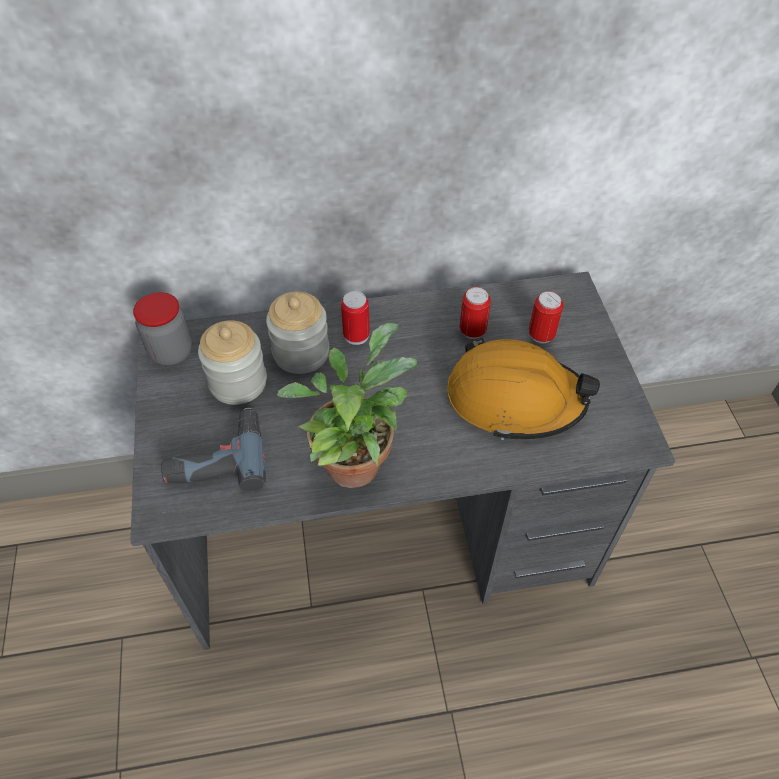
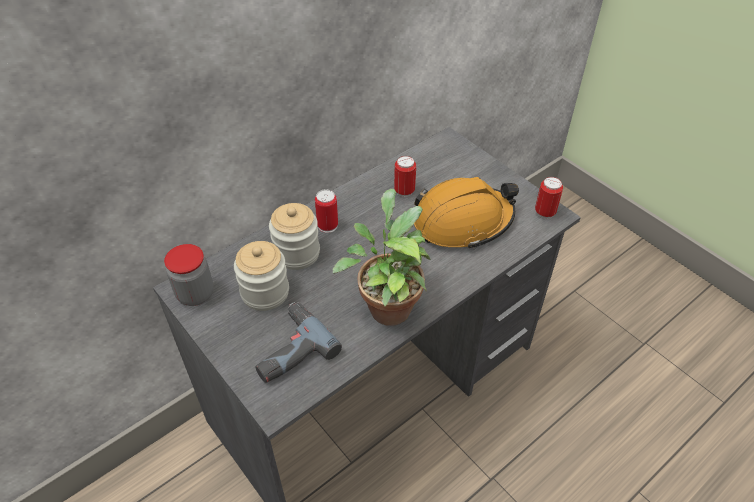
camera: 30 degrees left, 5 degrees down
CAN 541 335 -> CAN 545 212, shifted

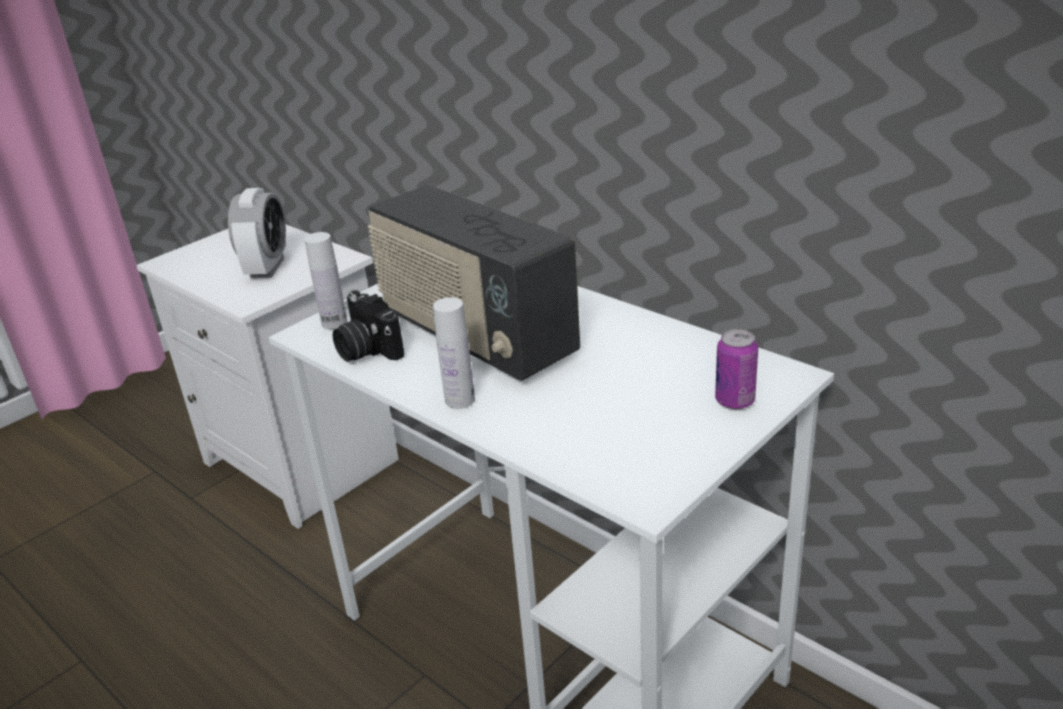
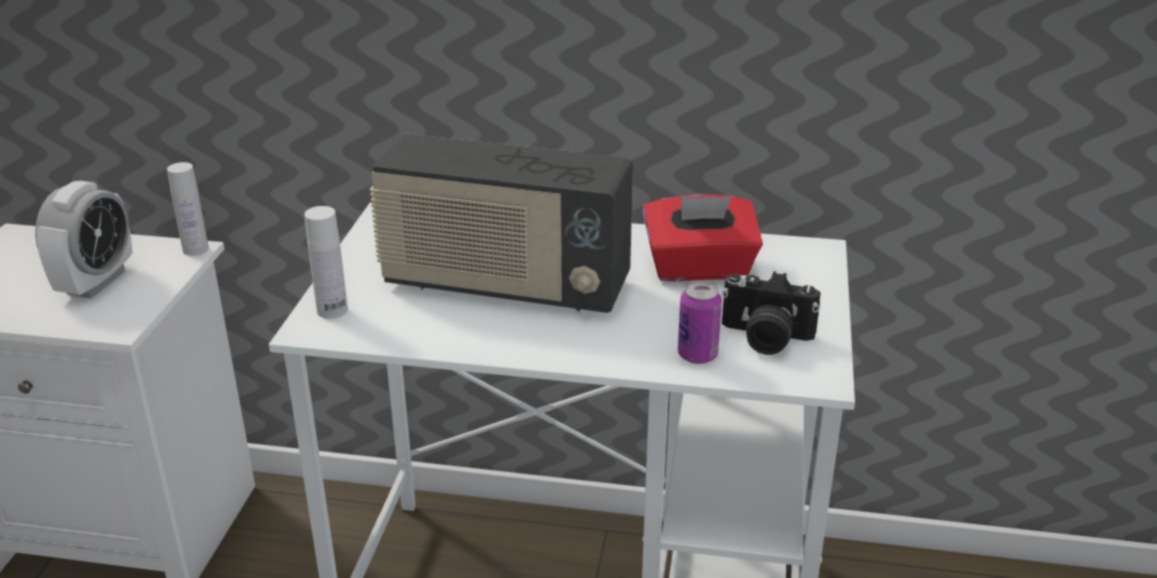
camera: 35 degrees left, 0 degrees up
BEDSIDE CLOCK 267 268 -> BEDSIDE CLOCK 96 282, 45 degrees clockwise
STILL CAMERA 366 350 -> STILL CAMERA 765 338, shifted
WHITISH BEVERAGE BOTTLE 460 400 -> WHITISH BEVERAGE BOTTLE 195 249, shifted
CAN 734 401 -> CAN 697 355, shifted
none -> RED BOX OF TISSUES 699 269

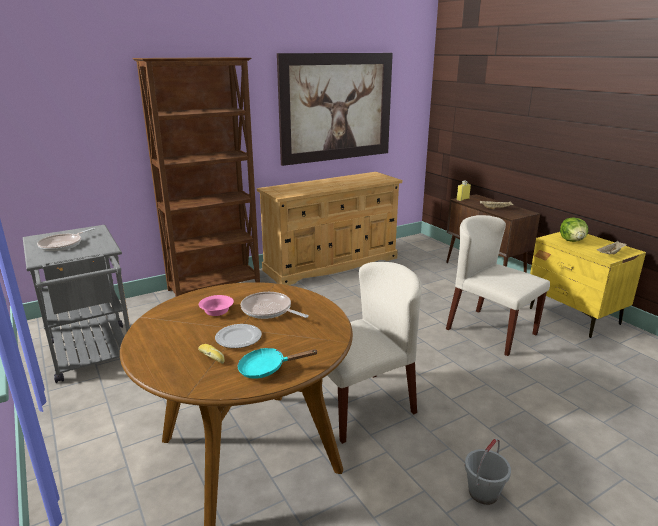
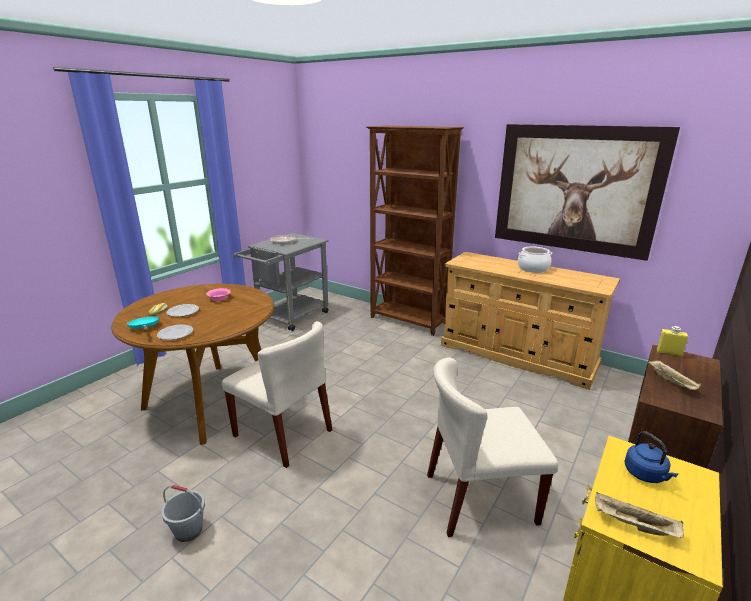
camera: 65 degrees right, 0 degrees up
BEIGE-COLOURED PLAIN CHAIR 490 331 -> BEIGE-COLOURED PLAIN CHAIR 479 499, 120 degrees counterclockwise
HEAD OF LETTUCE 572 241 -> BLUE WATER KETTLE 646 475
FRYING PAN 269 310 -> none
none -> COOKING POT 533 268
none -> DINNER PLATE 175 334

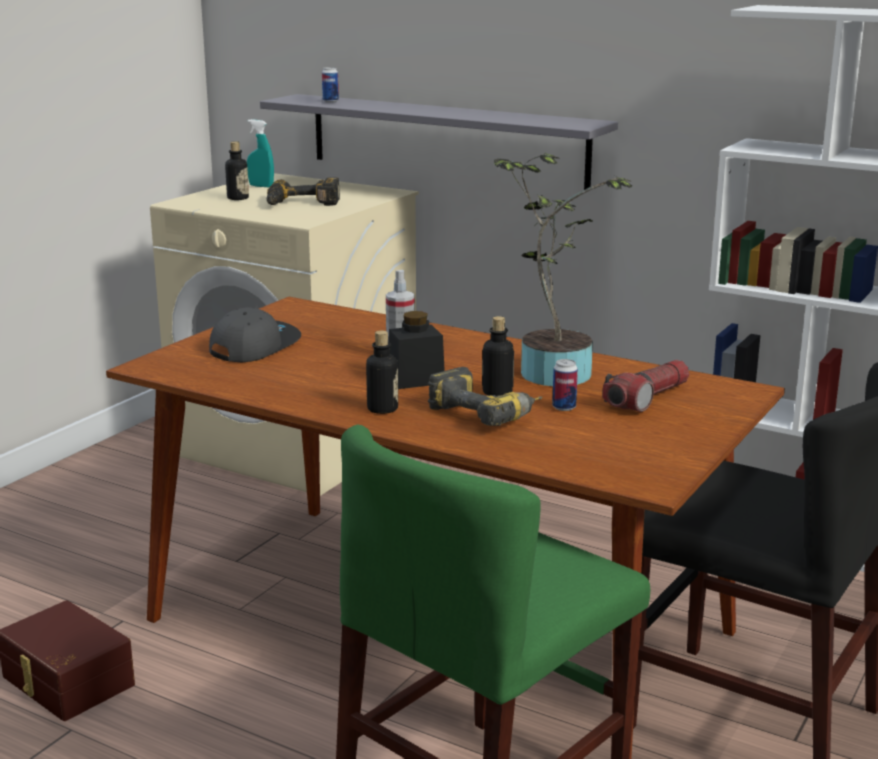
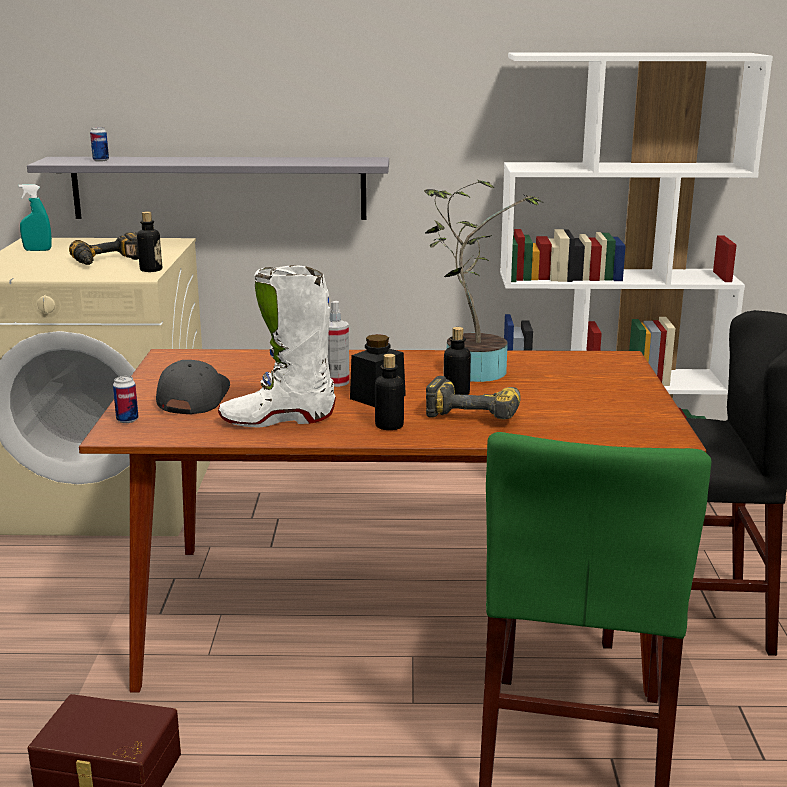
camera: 30 degrees left, 0 degrees up
BEVERAGE BOTTLE 238 198 -> BEVERAGE BOTTLE 151 270, shifted
CAN 564 407 -> CAN 127 420, shifted
HAND TORCH 647 398 -> none
none -> WHITISH BOOT 277 419

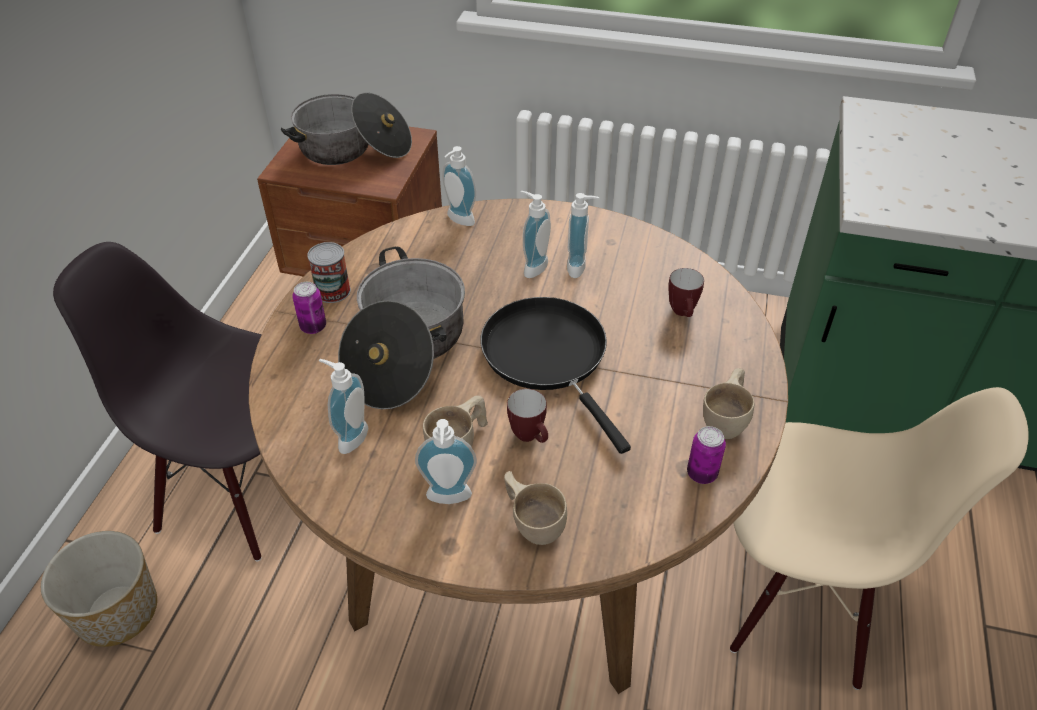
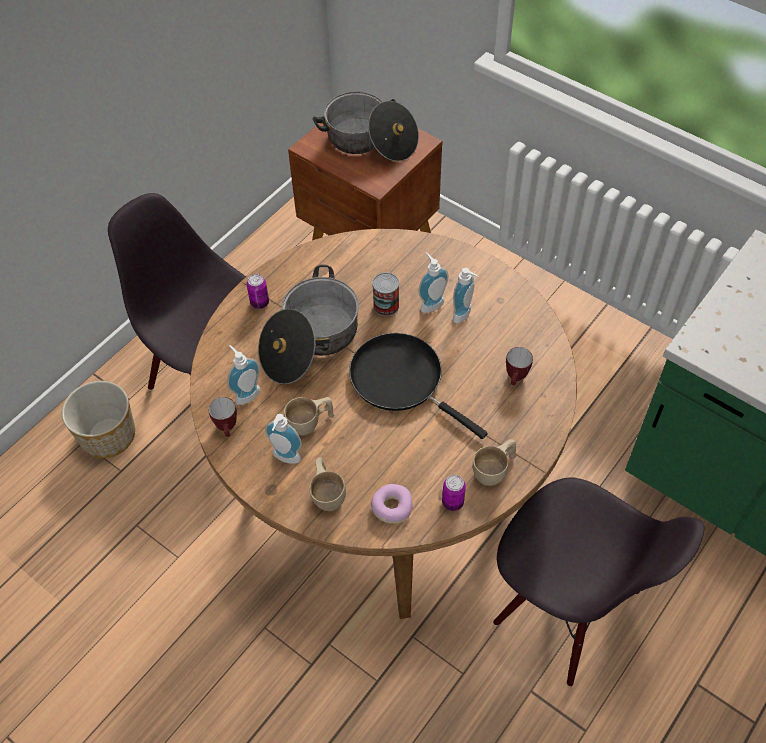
camera: 25 degrees right, 10 degrees up
LIQUID SOAP BOTTLE 458 221 -> none
CAN 333 291 -> CAN 386 306, shifted
BLACKISH FRYING PAN 549 357 -> BLACKISH FRYING PAN 402 380, 45 degrees counterclockwise
BEIGE-COLOURED PLAIN CHAIR 800 601 -> BLACKISH PLAIN CHAIR 565 609
TEA MUG 530 437 -> TEA MUG 227 429, shifted
none -> DOUGHNUT 391 507

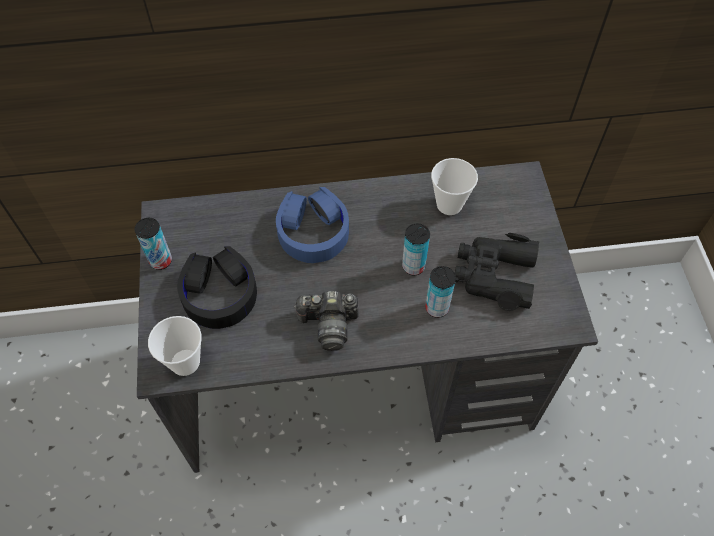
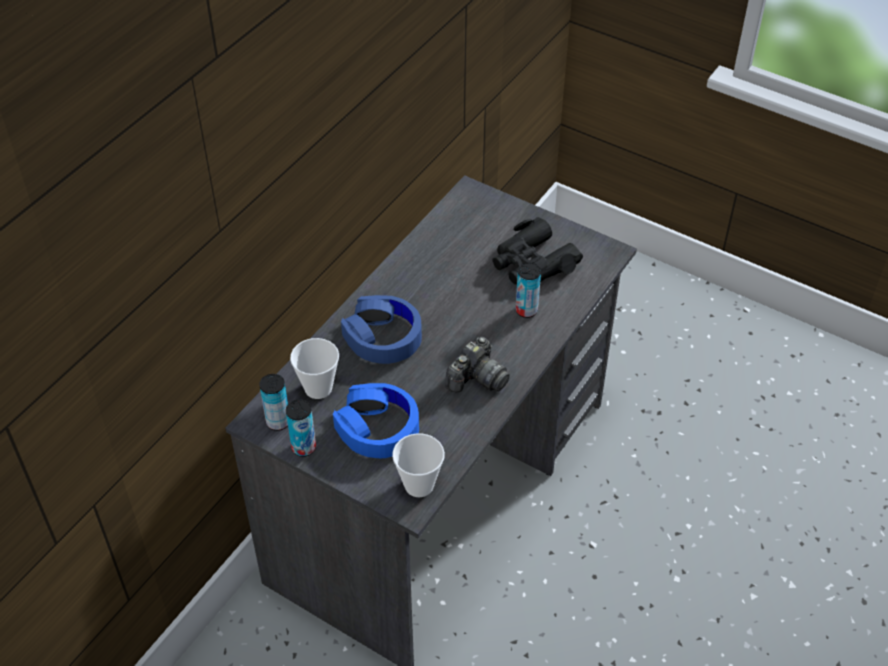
camera: 50 degrees left, 10 degrees down
SMALL CUP 449 204 -> SMALL CUP 318 388, shifted
CAN 413 266 -> CAN 278 422, shifted
BLACKISH HEADPHONES 219 293 -> BLUE HEADPHONES 378 428

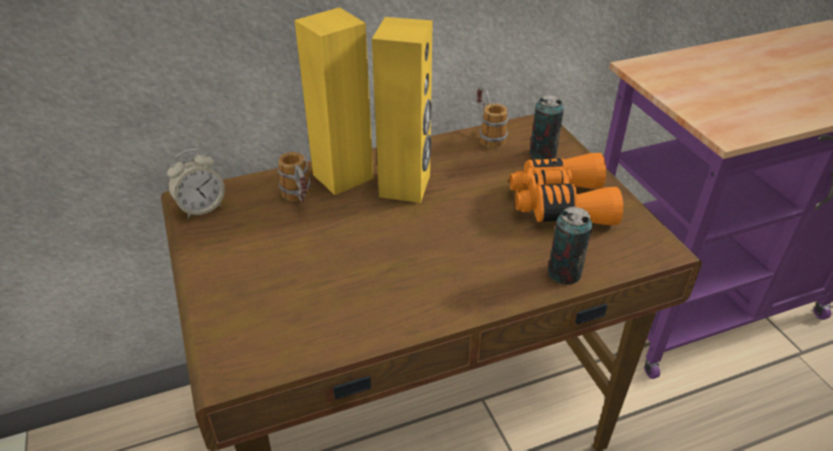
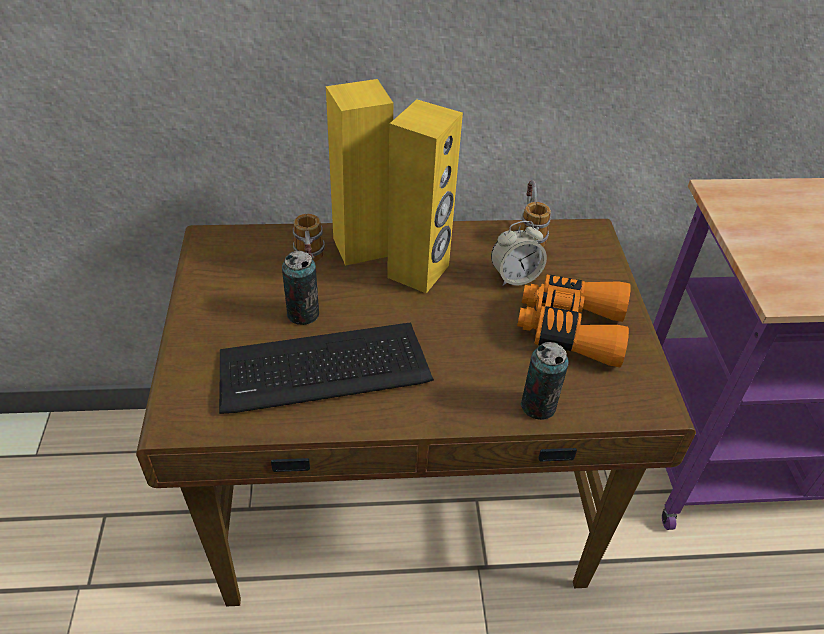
camera: 15 degrees right, 5 degrees up
CAN 542 154 -> CAN 303 314, shifted
BEDSIDE CLOCK 201 207 -> BEDSIDE CLOCK 515 277, shifted
none -> KEYBOARD 323 369

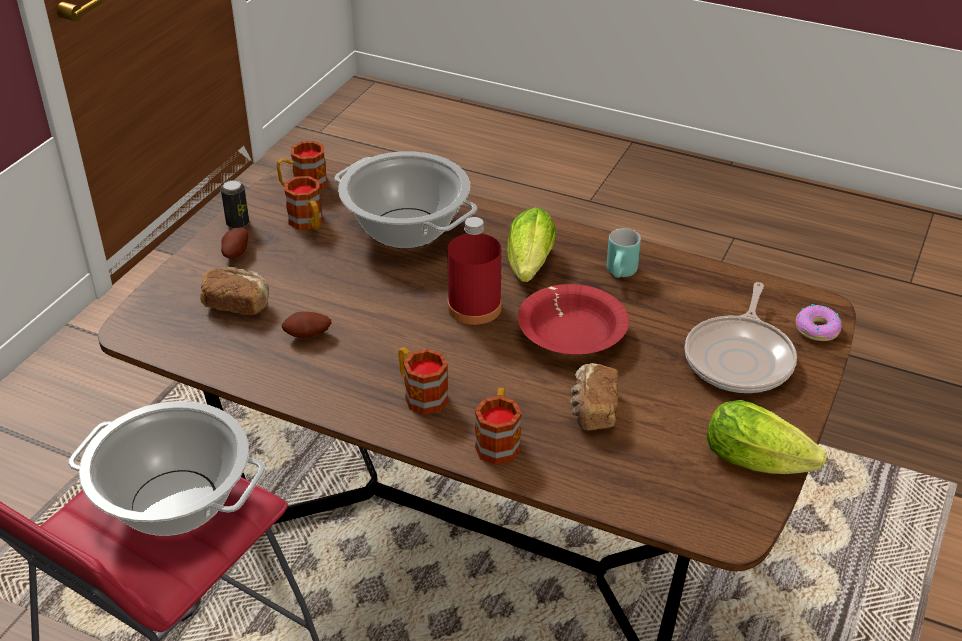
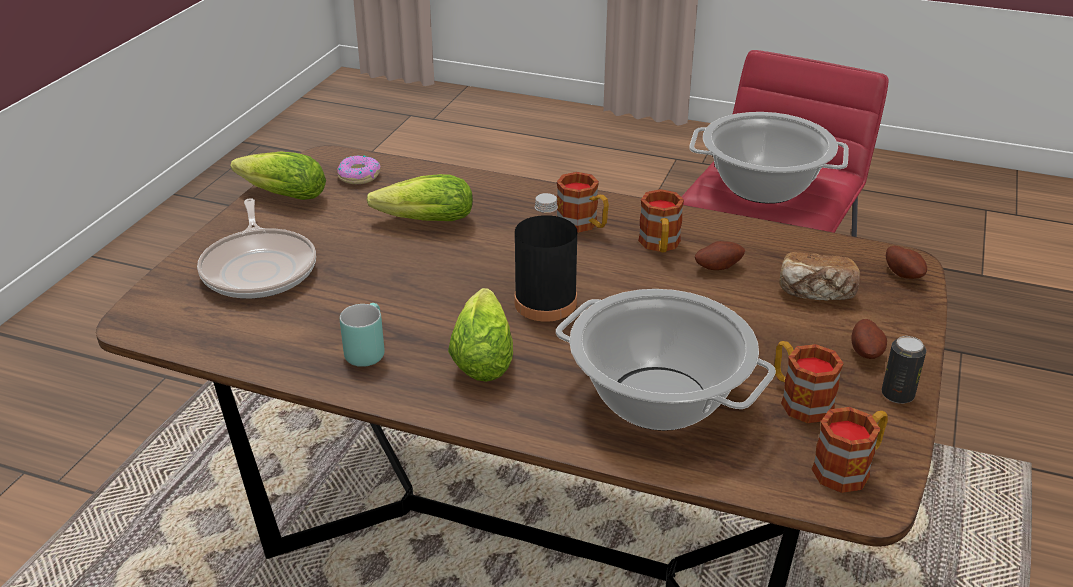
camera: 175 degrees right, 5 degrees down
RED BEVERAGE BOTTLE 474 307 -> BLACKISH BEVERAGE BOTTLE 545 303
FRYING PAN 740 358 -> FRYING PAN 259 268, 150 degrees clockwise
RED BOWL 572 334 -> none
DOUGHNUT 817 329 -> DOUGHNUT 359 176, shifted
BREAD 592 410 -> HEAD OF LETTUCE 421 221
TEA MUG 498 441 -> TEA MUG 660 245, shifted
none -> POTATO 904 274

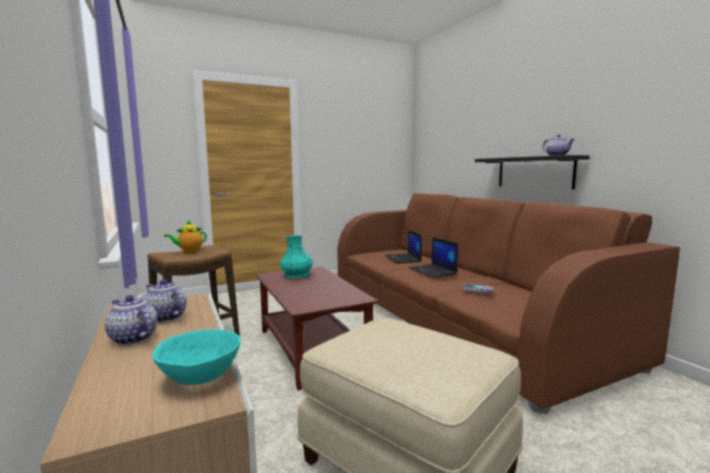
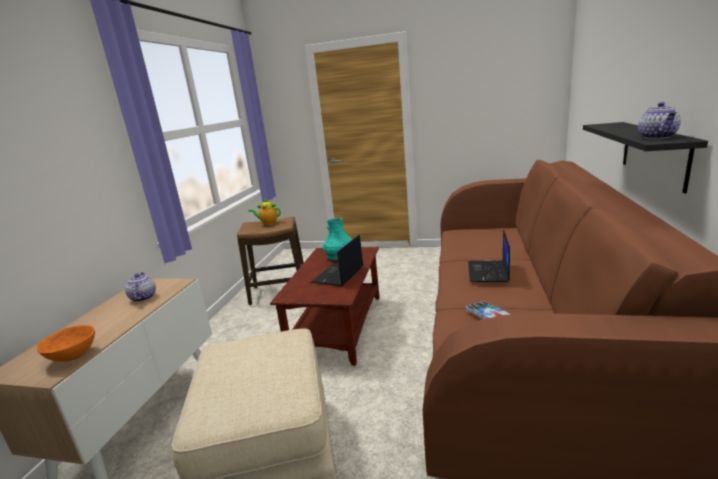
camera: 40 degrees right, 10 degrees up
PORTABLE COMPUTER 403 259 -> PORTABLE COMPUTER 338 275, shifted
POT FOR TEA 132 338 -> none
BLUE-GREEN BOWL 200 378 -> ORANGE BOWL 74 356

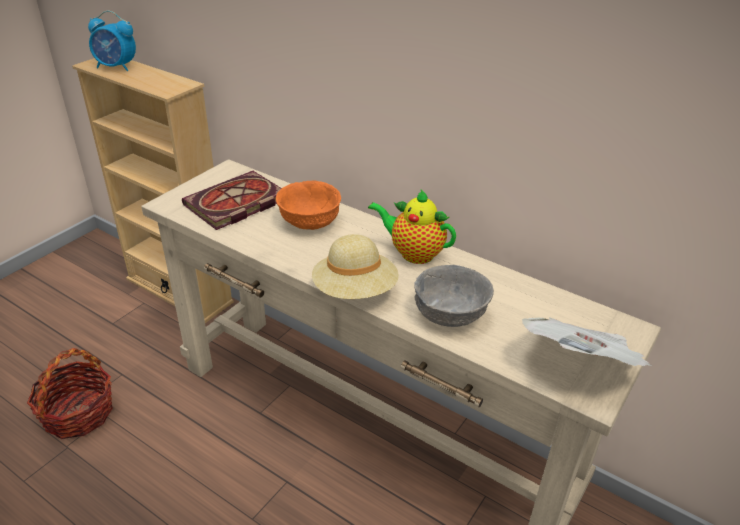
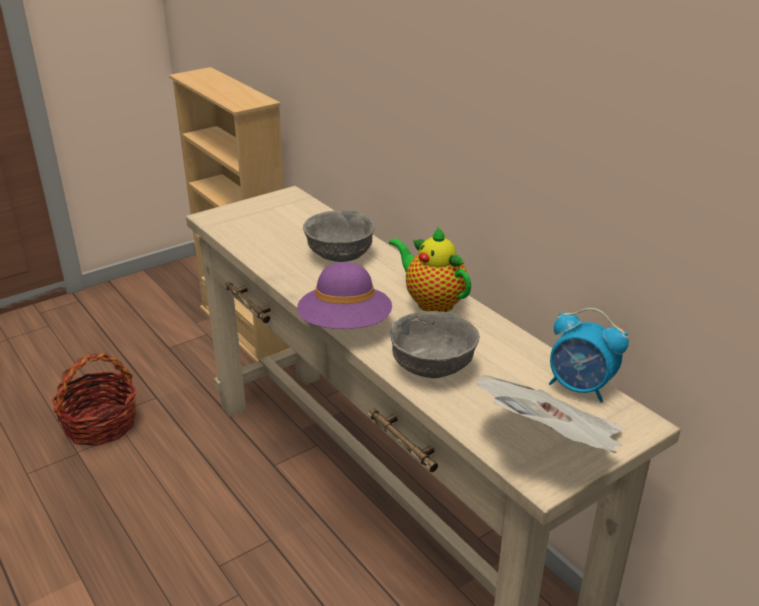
camera: 20 degrees right, 5 degrees down
BEDSIDE CLOCK 116 67 -> BEDSIDE CLOCK 580 388, shifted
VOLUME 235 204 -> none
ORANGE BOWL 309 222 -> GRAY BOWL 339 255
BEIGE-COLOURED CLOTHING HAT 355 291 -> PURPLISH CLOTHING HAT 345 326

